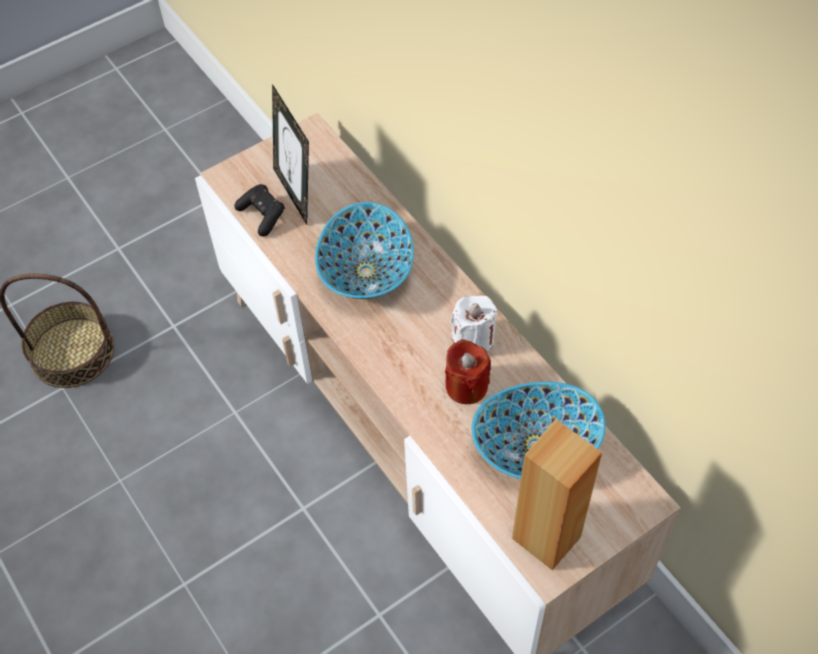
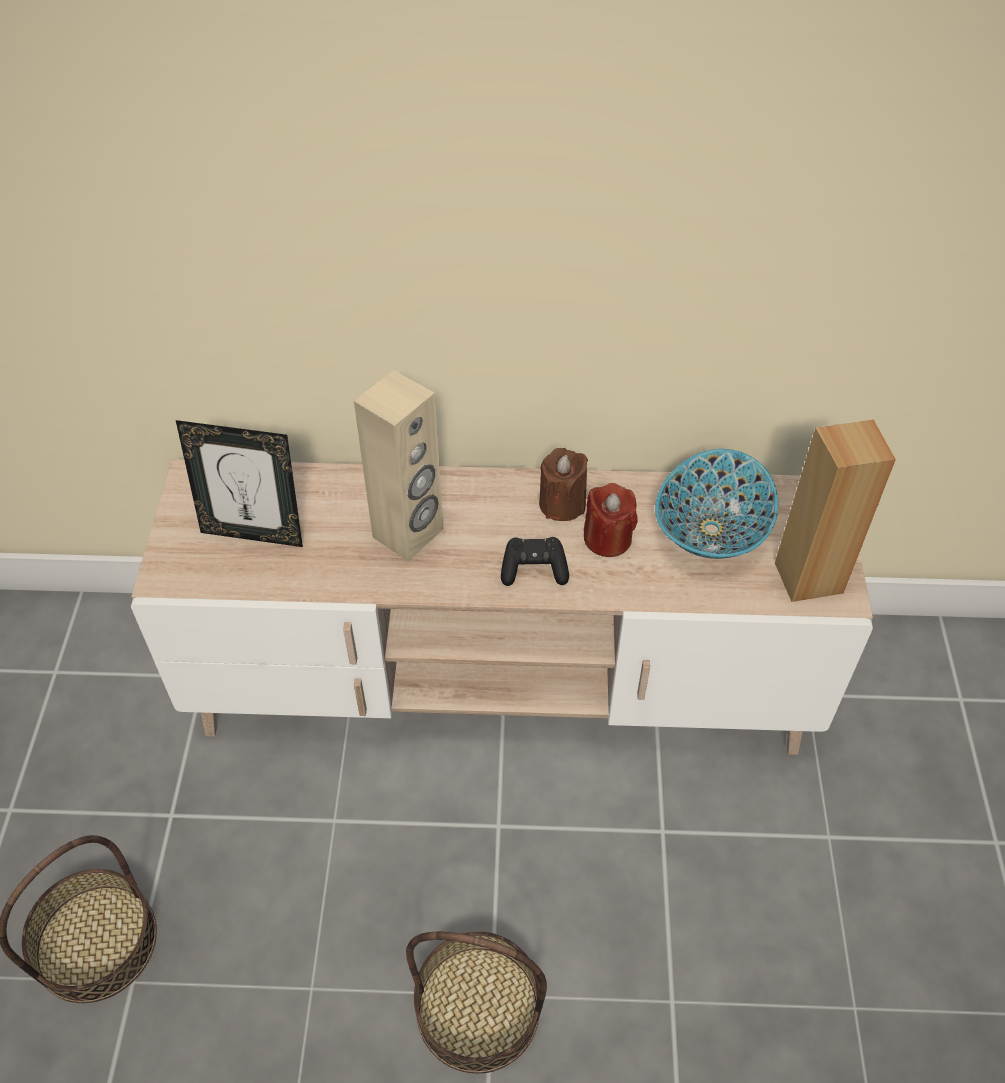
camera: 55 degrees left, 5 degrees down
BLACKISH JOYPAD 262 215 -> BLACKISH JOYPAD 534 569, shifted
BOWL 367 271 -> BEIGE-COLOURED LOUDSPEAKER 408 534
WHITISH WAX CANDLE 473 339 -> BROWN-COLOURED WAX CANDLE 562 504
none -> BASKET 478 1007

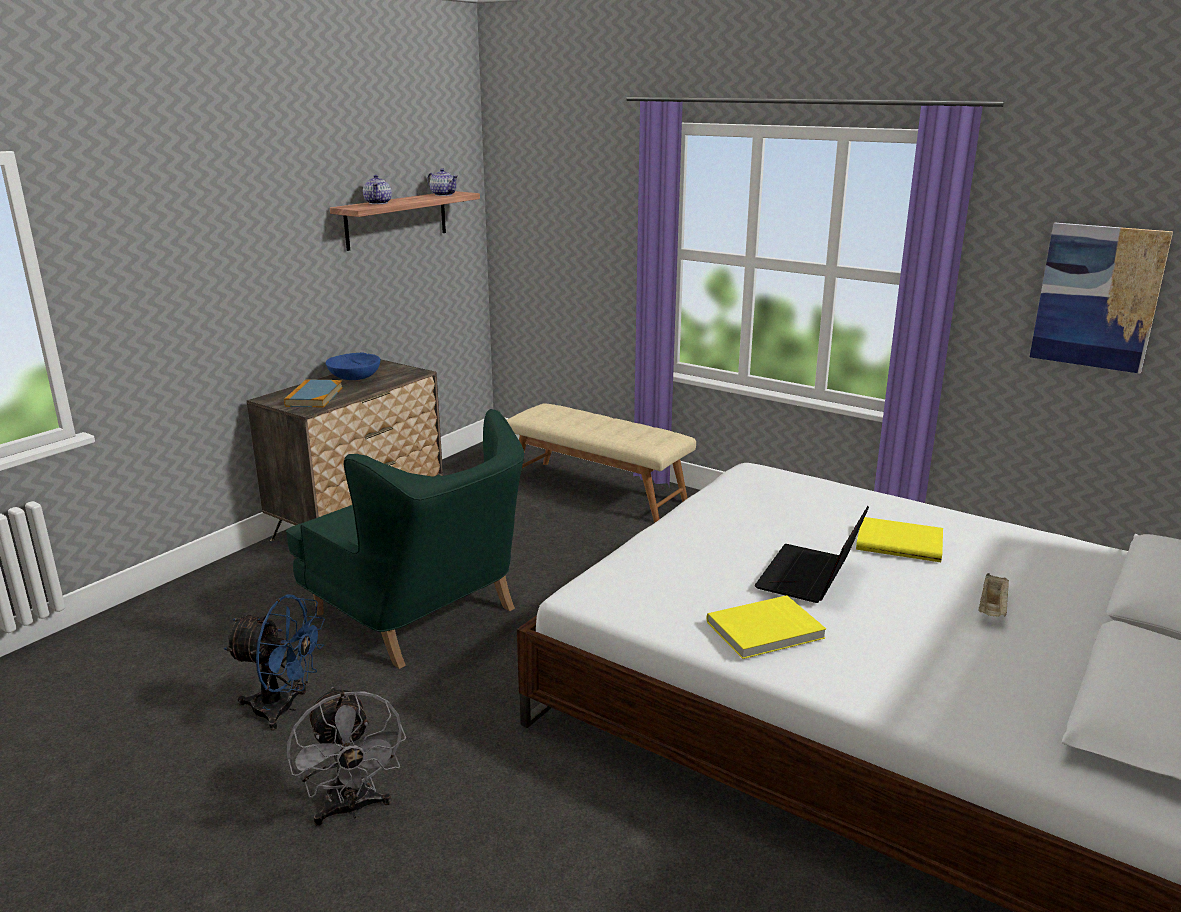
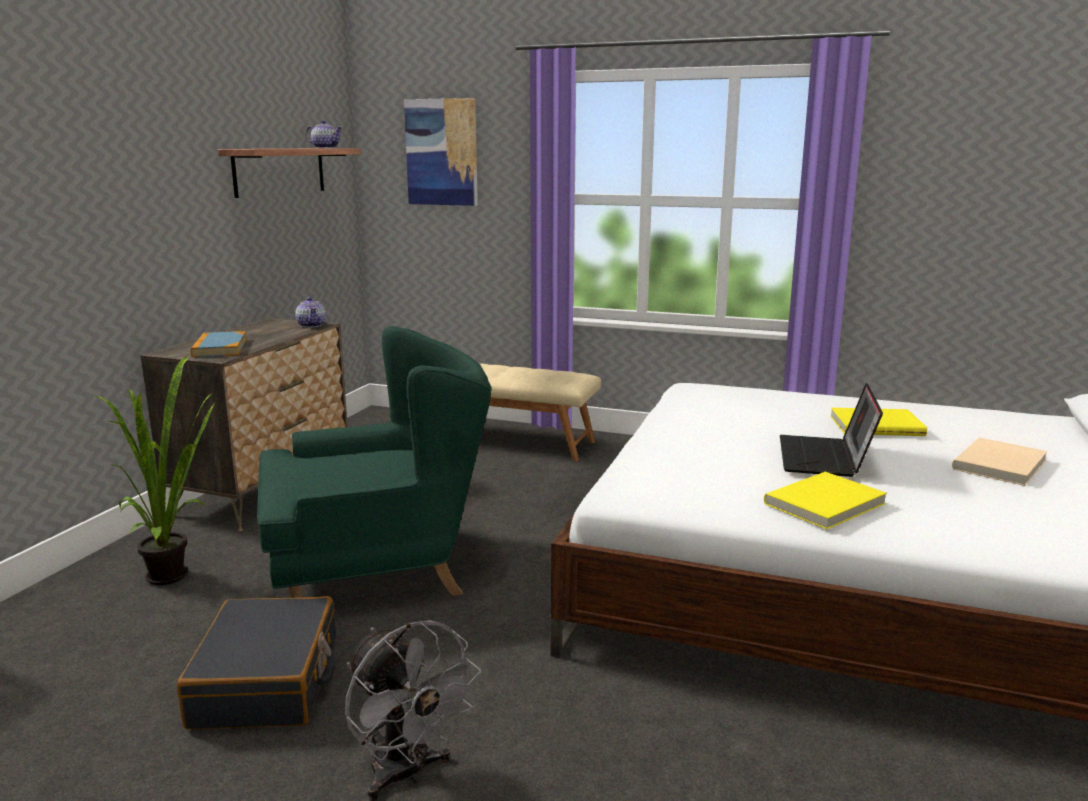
camera: 15 degrees left, 5 degrees down
POT FOR TEA 378 203 -> POT FOR TEA 312 325, shifted
WALL PICTURE 1097 297 -> WALL PICTURE 441 152, shifted
BLUE BOWL 354 377 -> none
GREEN LOUNGE CHAIR 419 613 -> GREEN LOUNGE CHAIR 378 566, 45 degrees counterclockwise
BEIGE-COLOURED TRAY 992 608 -> BEIGE-COLOURED VOLUME 1001 465
BLUE COOLING FAN 284 709 -> BLACKISH PIECE OF LUGGAGE 267 682
none -> HOUSEPLANT 177 573

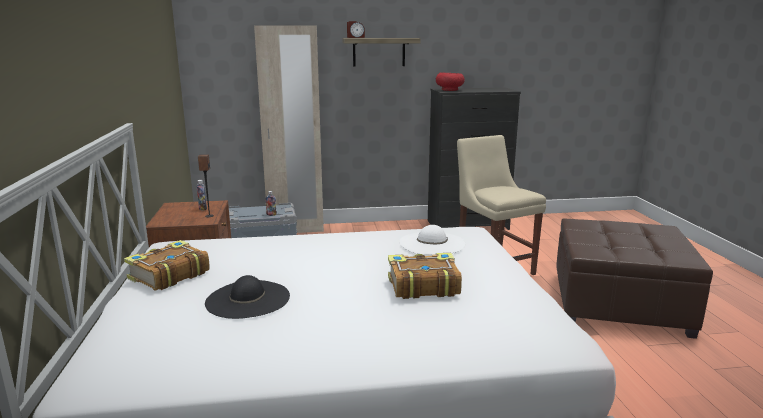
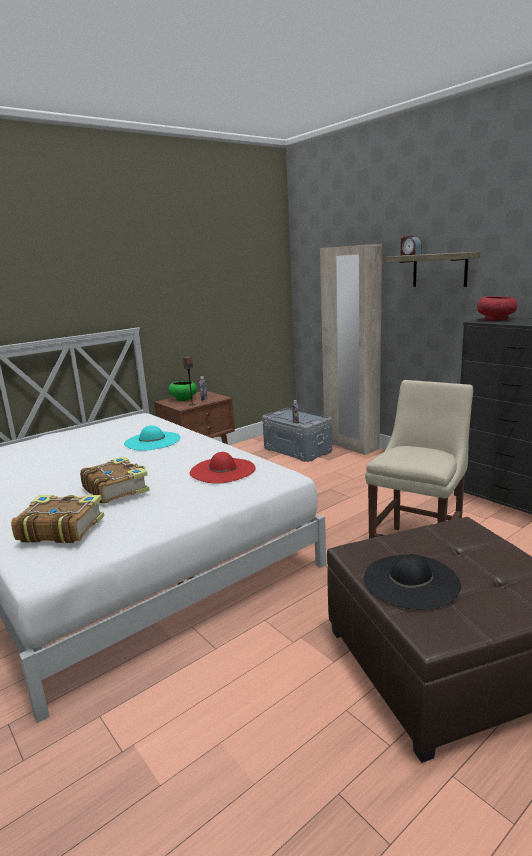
camera: 60 degrees right, 0 degrees up
WHITISH CLOTHING HAT 431 243 -> RED CLOTHING HAT 222 470
VOLUME 168 275 -> VOLUME 60 529, shifted
BLACKISH CLOTHING HAT 248 299 -> BLACKISH CLOTHING HAT 411 581, shifted
none -> GREEN BOWL 183 399
none -> BLUE-GREEN CLOTHING HAT 152 441

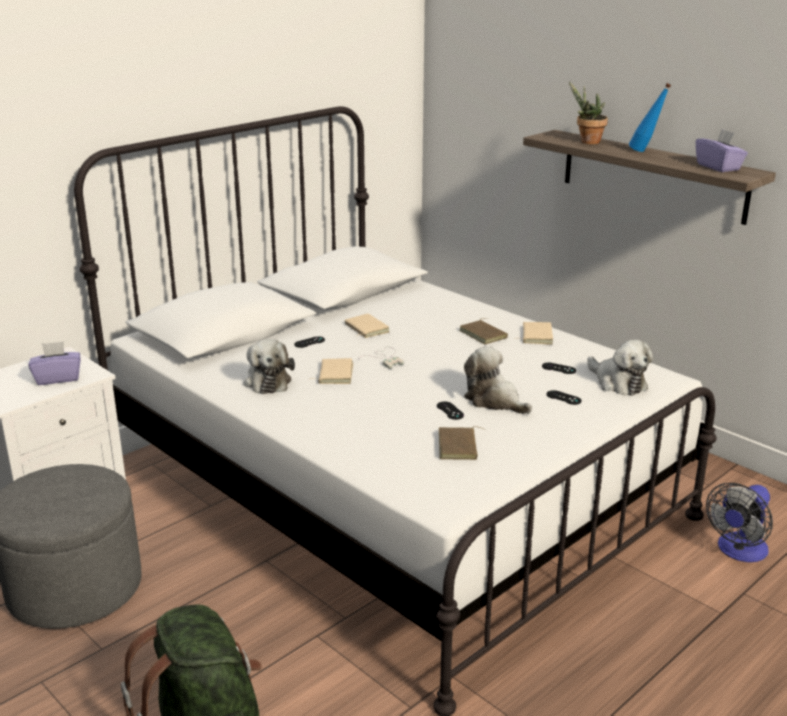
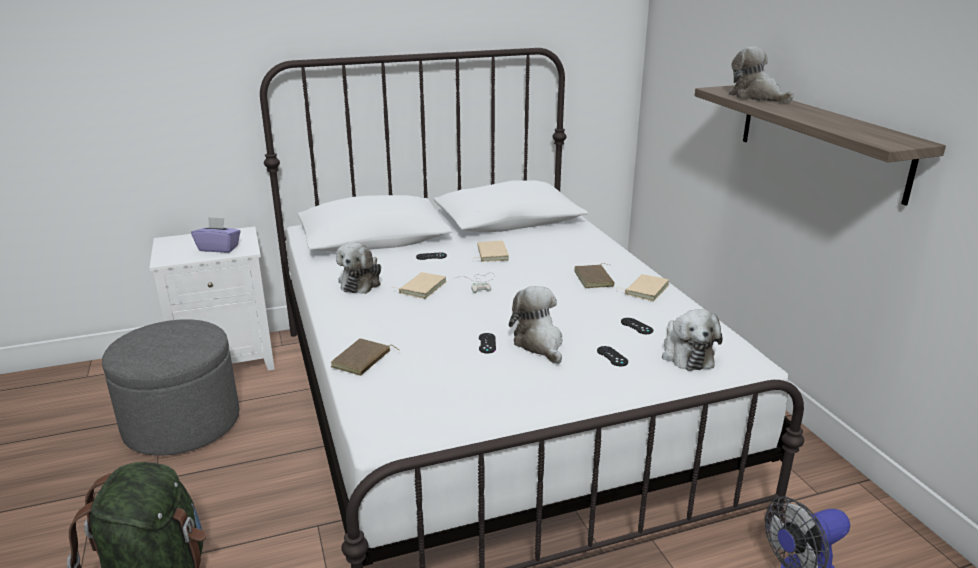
camera: 25 degrees right, 0 degrees up
HOUSEPLANT 587 141 -> PLUSH TOY 756 97
BLUE BEVERAGE BOTTLE 645 152 -> none
PURPLISH BOX OF TISSUES 718 167 -> none
BROWN-COLOURED VOLUME 459 447 -> BROWN-COLOURED VOLUME 362 360, shifted

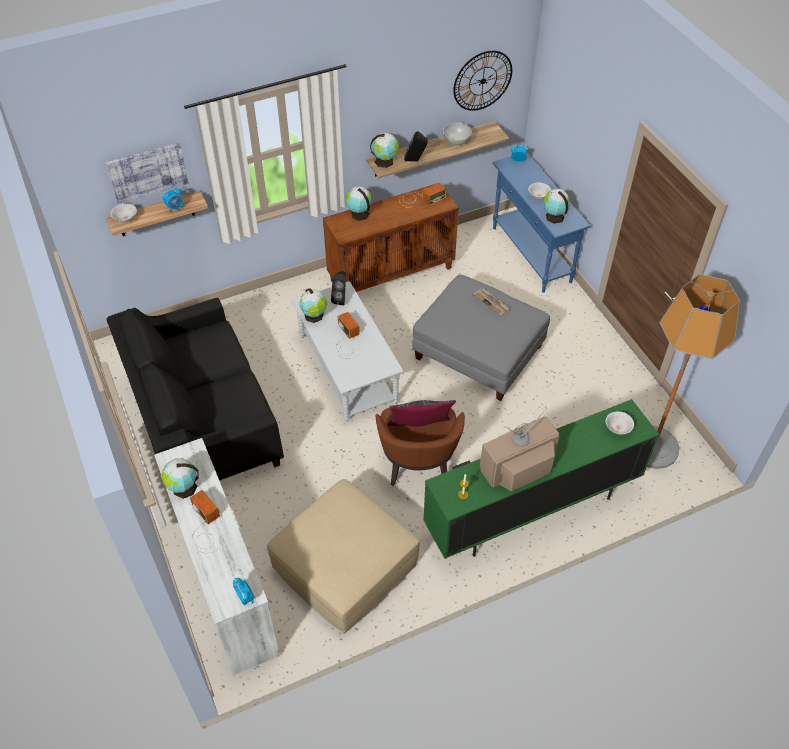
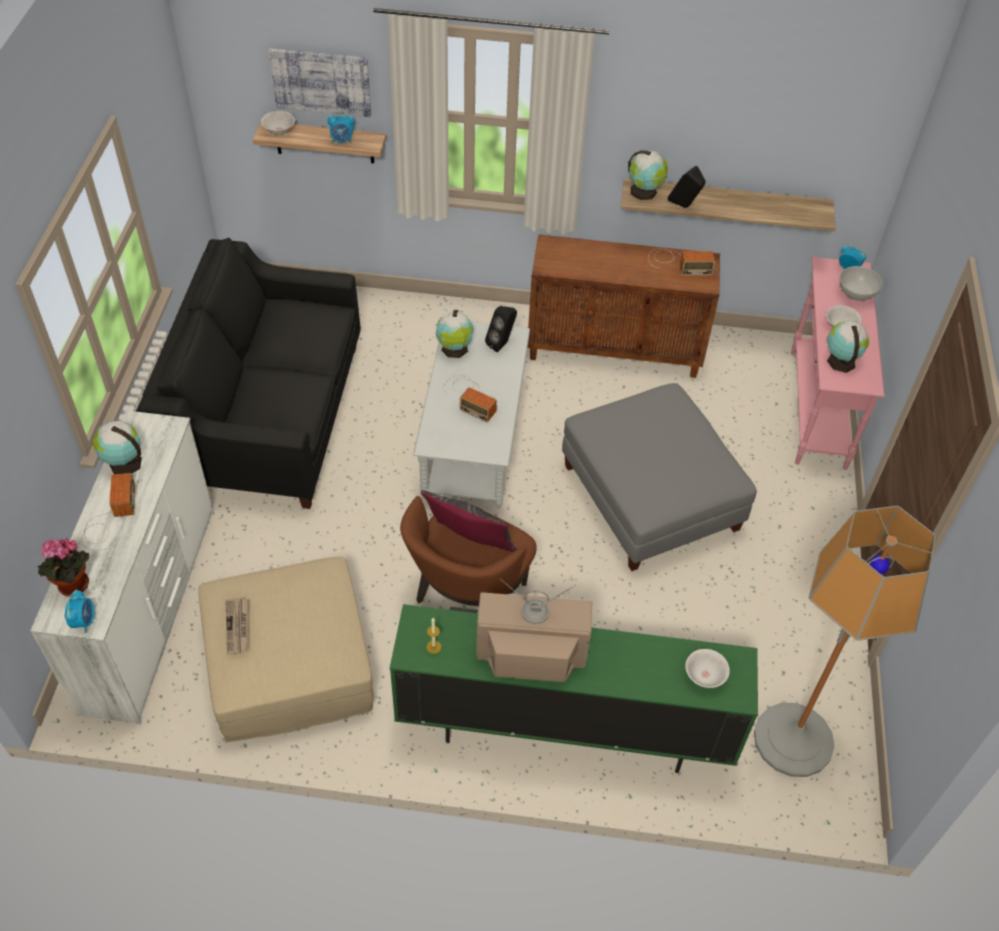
camera: 30 degrees right, 0 degrees up
CLOCK ON THE WALL 482 81 -> none
WHITISH BOWL 456 141 -> WHITISH BOWL 856 294, shifted
BLUE HALL TABLE 531 255 -> PINKISH HALL TABLE 817 409
DESK GLOBE 359 213 -> none
DAILY PAPER 491 302 -> DAILY PAPER 238 627, shifted
RADIO SET 347 341 -> RADIO SET 469 397, 120 degrees clockwise
none -> HOUSEPLANT 72 587

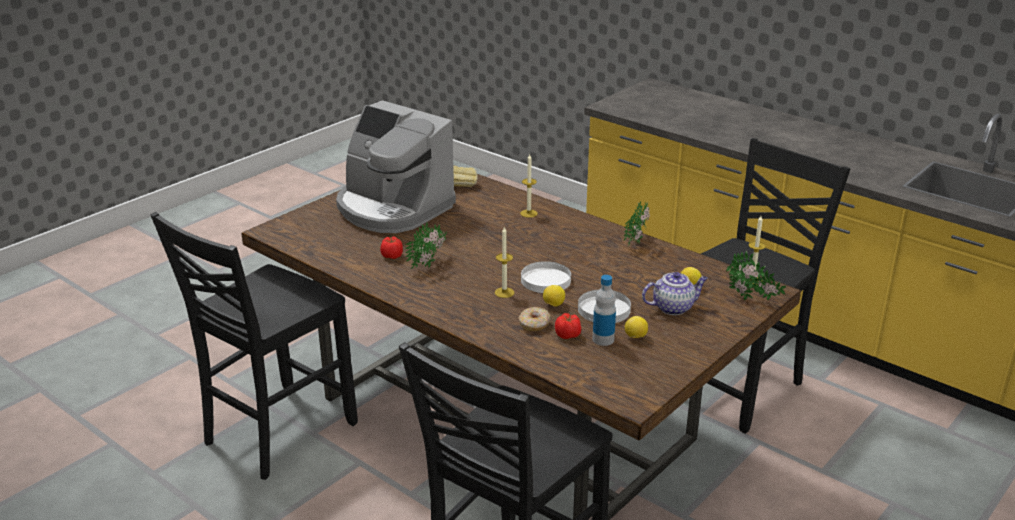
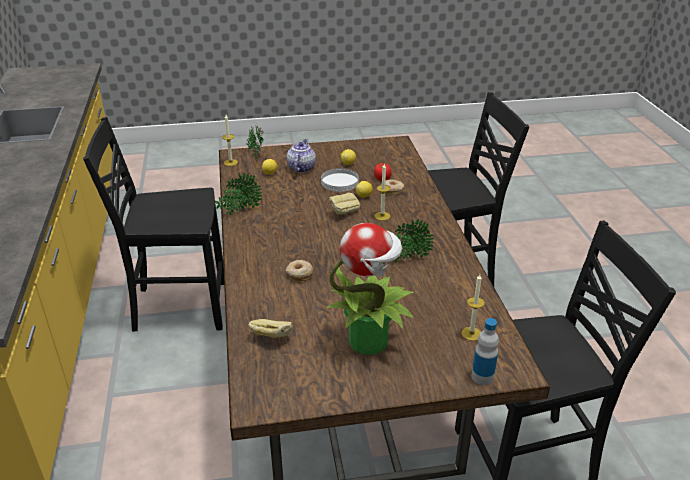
camera: 140 degrees left, 5 degrees up
COFFEE MACHINE 392 208 -> HOUSEPLANT 369 340
WAX CANDLE 528 213 -> WAX CANDLE 471 334, shifted
FRESH TOMATO 392 256 -> none
WHITISH DINNER PLATE 545 280 -> BREAD 344 213
POT FOR TEA 673 307 -> POT FOR TEA 301 167, 75 degrees clockwise
BEVERAGE BOTTLE 603 339 -> BEVERAGE BOTTLE 482 377, shifted
none -> DOUGHNUT 299 274

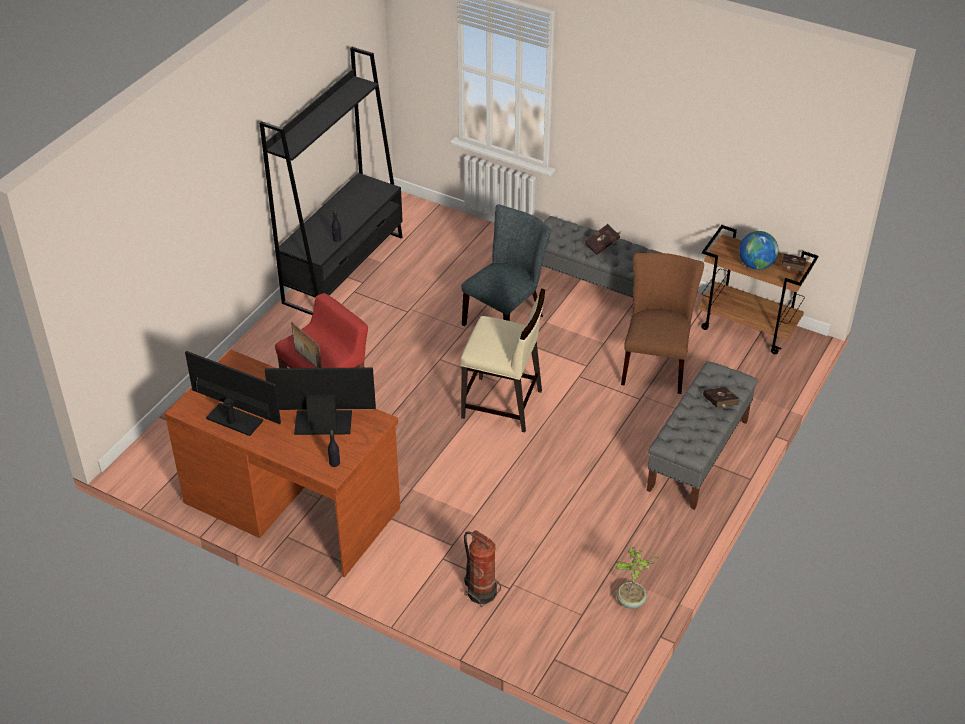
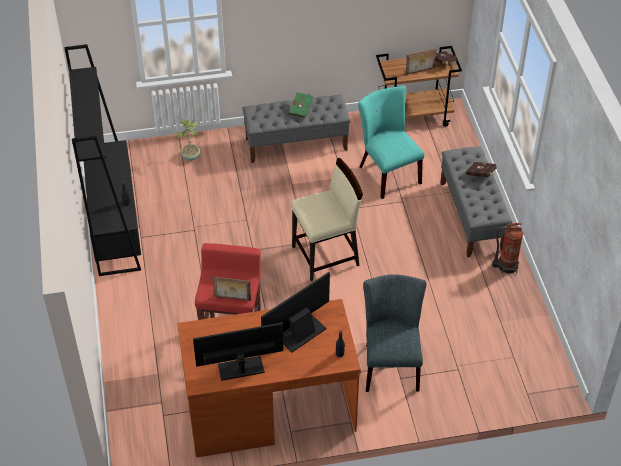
camera: 40 degrees left, 5 degrees up
GRAY PLAIN CHAIR 507 318 -> GRAY PLAIN CHAIR 390 363, shifted
RED VOLUME 603 246 -> GREEN VOLUME 302 109
DESK GLOBE 756 265 -> PICTURE FRAME 420 71
BROWN-COLOURED PLAIN CHAIR 655 363 -> BLUE-GREEN PLAIN CHAIR 387 172
FIRE EXTINGUISHER 481 591 -> FIRE EXTINGUISHER 506 265, shifted
HOUSEPLANT 631 601 -> HOUSEPLANT 191 156, shifted

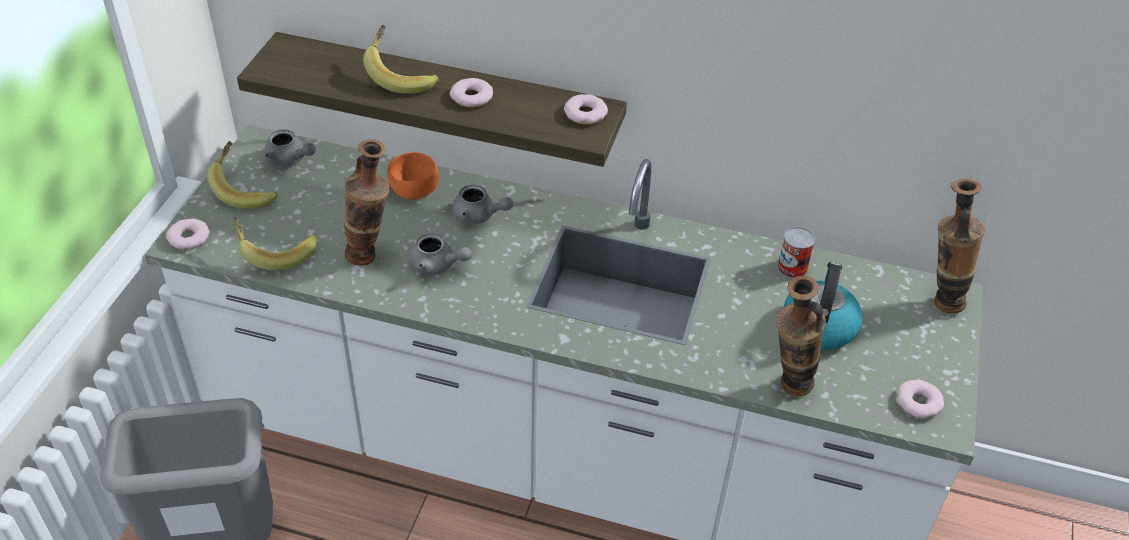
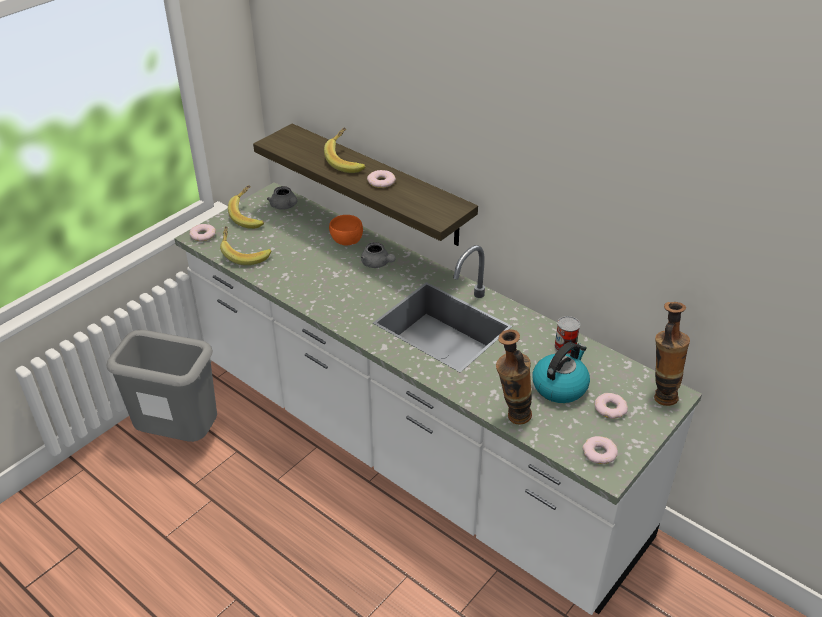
camera: 25 degrees right, 5 degrees down
DOUGHNUT 585 113 -> DOUGHNUT 610 408, shifted
VASE 371 257 -> none
GRAY POT FOR TEA 437 266 -> none

